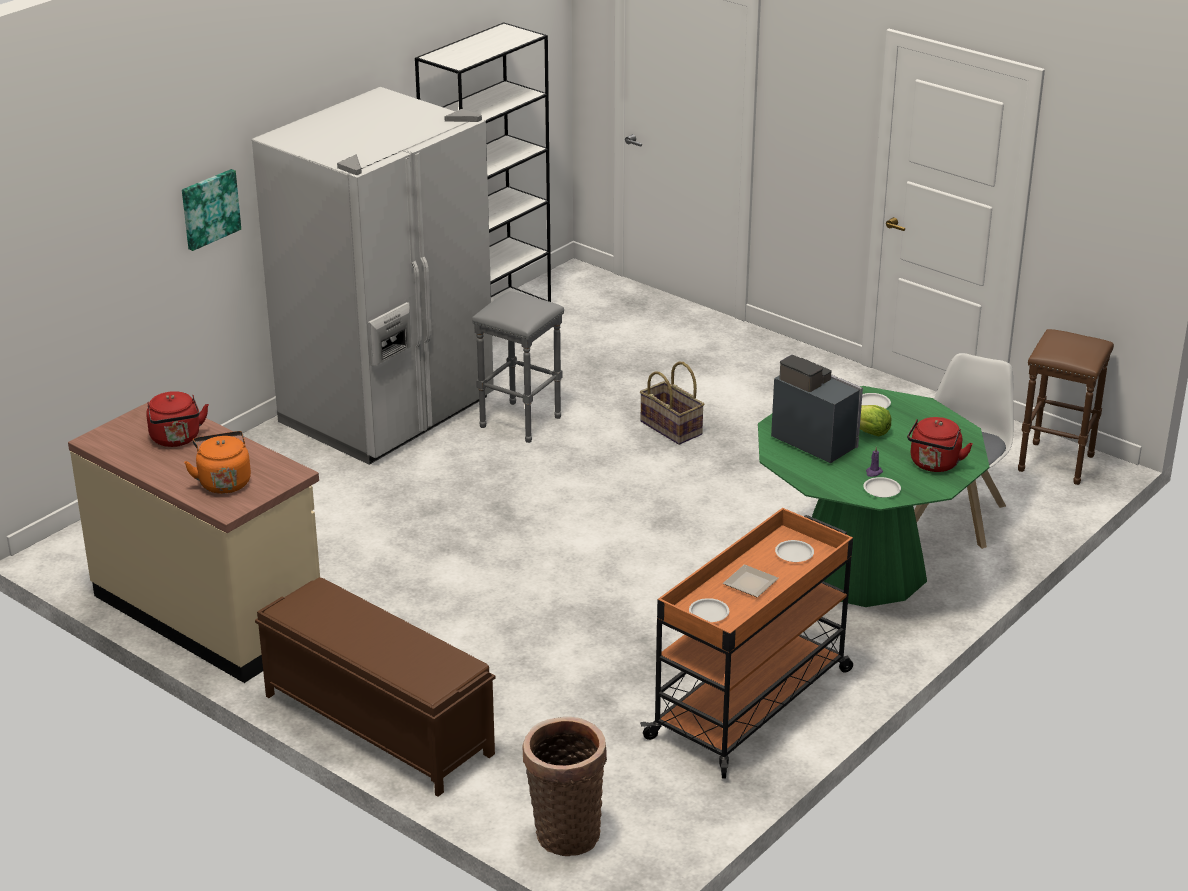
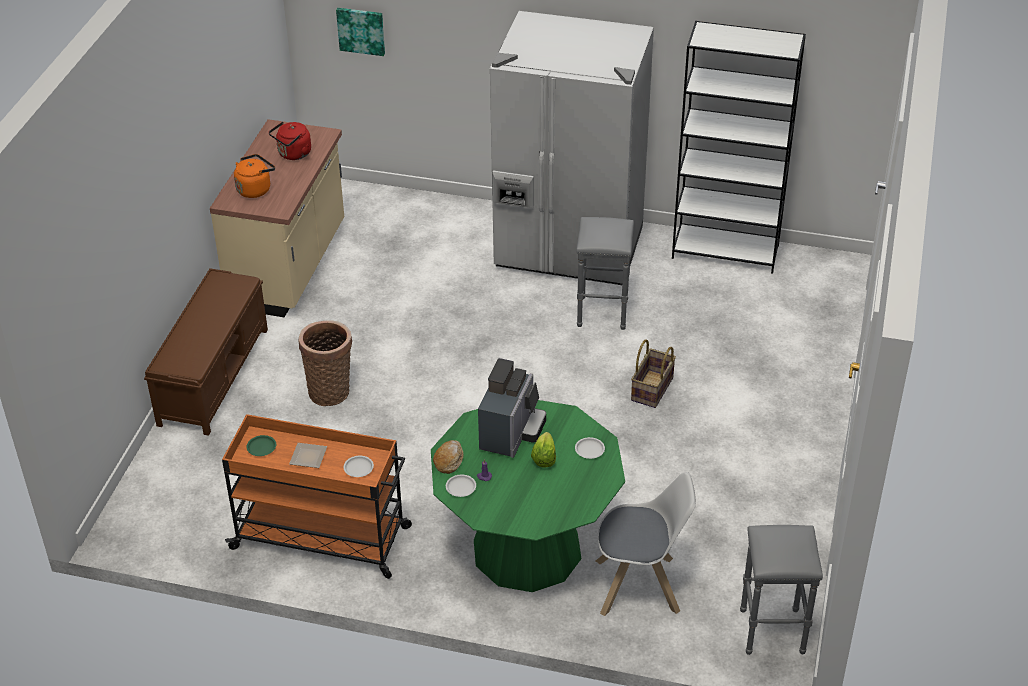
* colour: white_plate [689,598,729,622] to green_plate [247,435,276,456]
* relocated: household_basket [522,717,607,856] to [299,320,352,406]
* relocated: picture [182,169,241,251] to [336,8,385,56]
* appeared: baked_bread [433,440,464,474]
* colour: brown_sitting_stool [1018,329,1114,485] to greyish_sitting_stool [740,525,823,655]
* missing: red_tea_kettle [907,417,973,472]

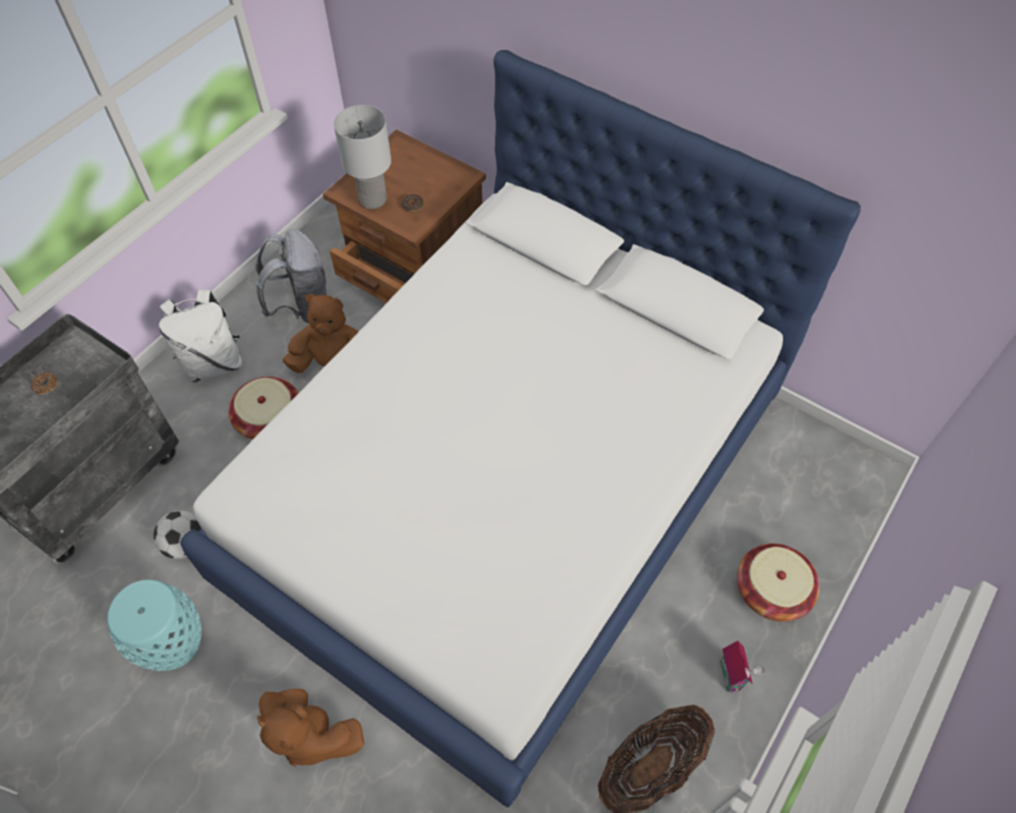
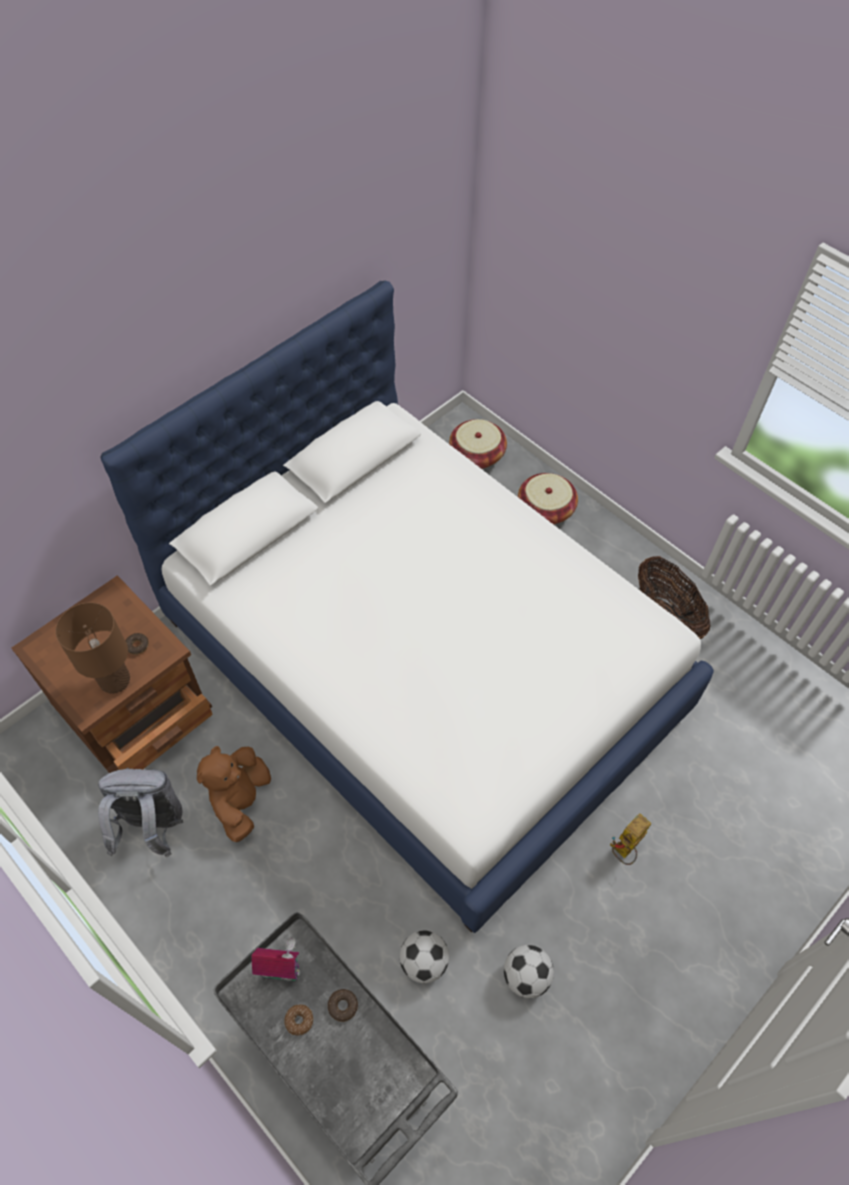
* colour: greyish_table_lamp [334,105,391,209] to brown_table_lamp [55,602,130,693]
* relocated: toy_house [721,641,765,693] to [251,937,300,981]
* appeared: donut [328,989,358,1022]
* relocated: household_basket [228,377,298,439] to [449,419,507,469]
* exchanged: blue-green_sitting_stool [107,580,202,671] to football [504,945,554,998]
* exchanged: brown_soft_toy [257,689,365,767] to model_robot [610,813,651,865]
* missing: white_rucksack [159,290,242,382]

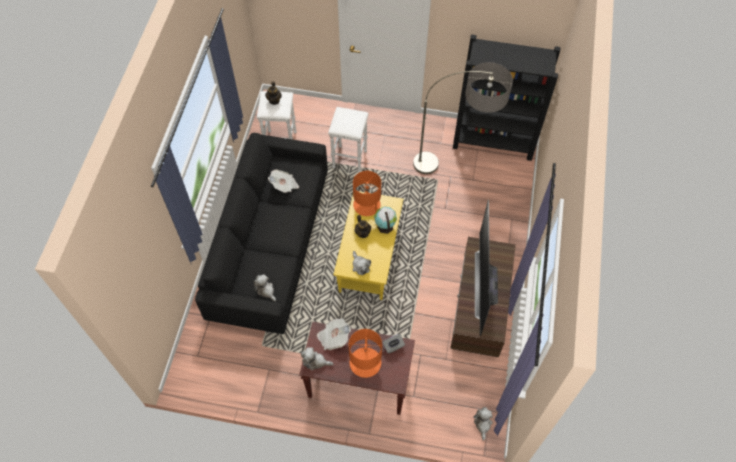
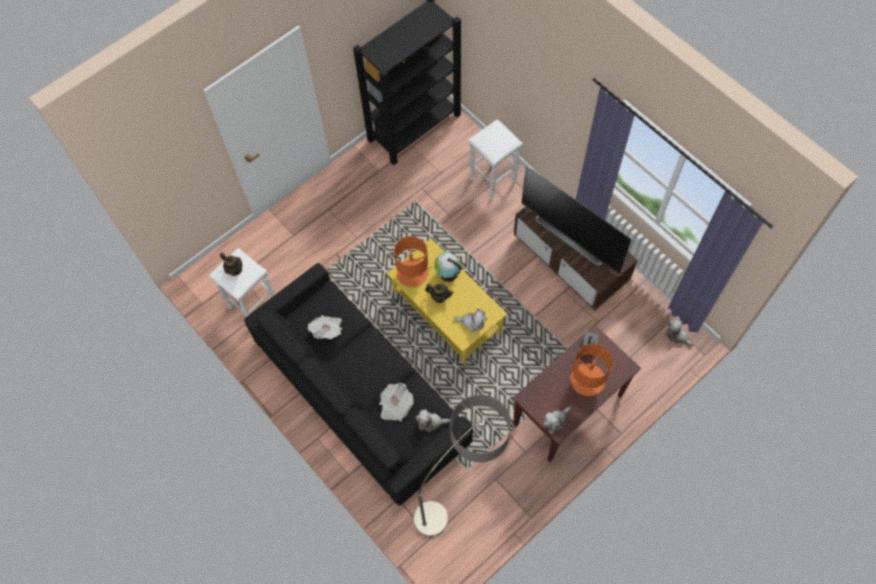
* relocated: printed_paper [317,318,351,350] to [379,383,413,421]
* relocated: floor_lamp [413,62,513,174] to [414,395,511,536]
* relocated: white_sitting_stool [328,107,369,173] to [468,119,523,200]

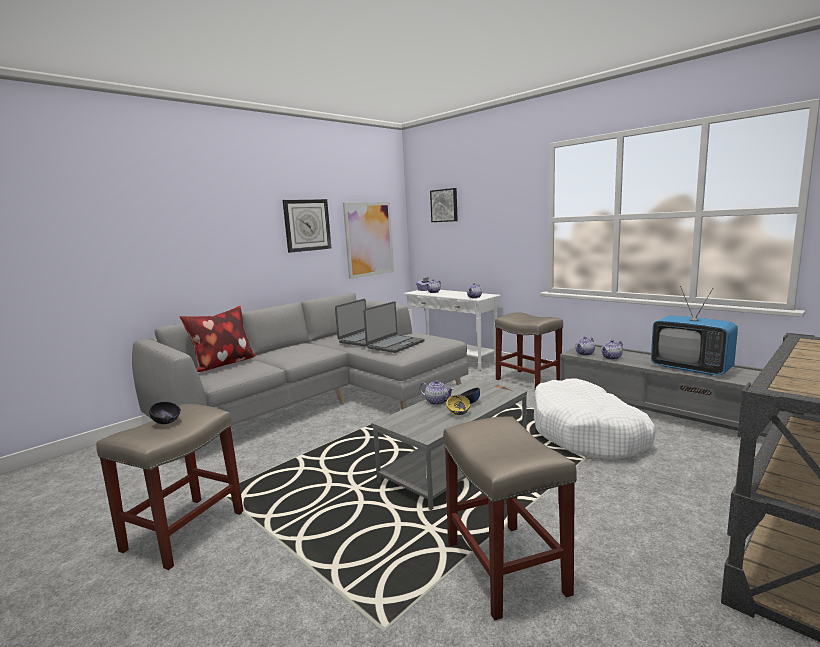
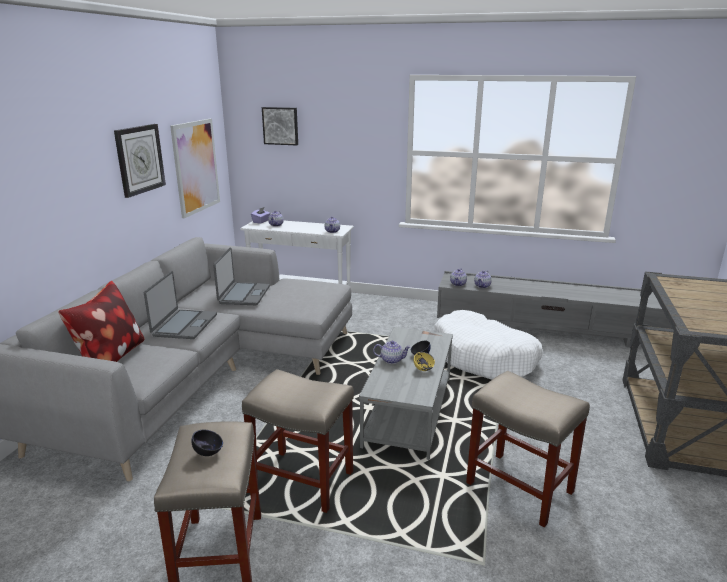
* relocated: portable_computer [363,301,425,353] to [144,271,217,339]
* relocated: sand-coloured_sitting_stool [495,312,563,389] to [242,369,354,513]
* missing: TV_set [651,286,738,376]

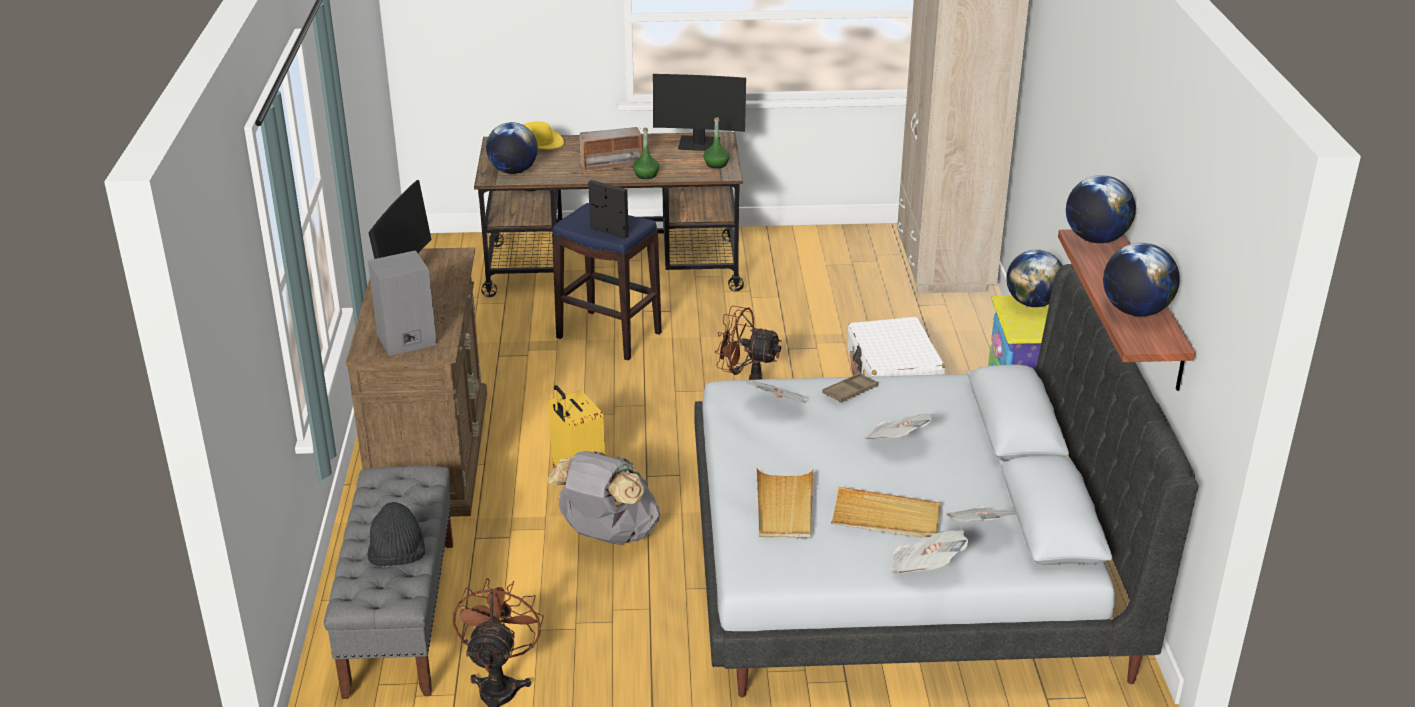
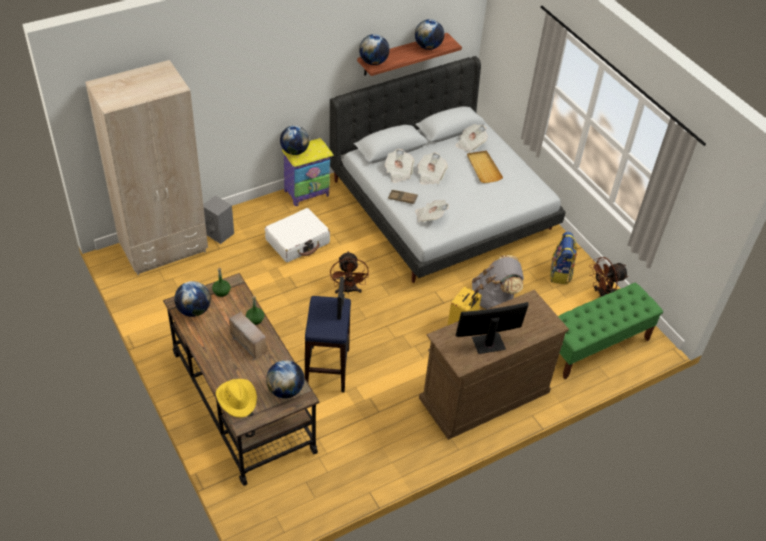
* exchanged: monitor [653,74,746,151] to desk_globe [174,281,211,317]
* relocated: greyish_speaker [368,250,437,356] to [203,195,234,244]
* relocated: printed_paper [892,530,968,573] to [384,149,414,183]
* appeared: rucksack [550,232,577,285]
* colour: greyish_long_seat [324,466,453,699] to green_long_seat [558,283,663,379]
* missing: black_clothing_hat [367,502,425,566]
* missing: sand-coloured_tray [757,468,813,538]

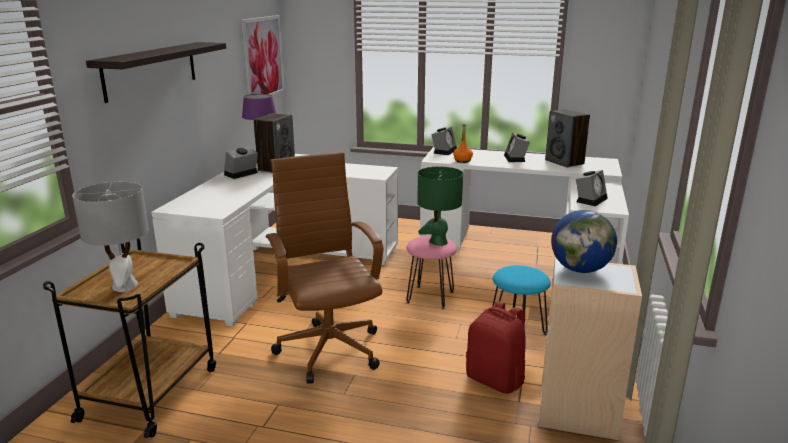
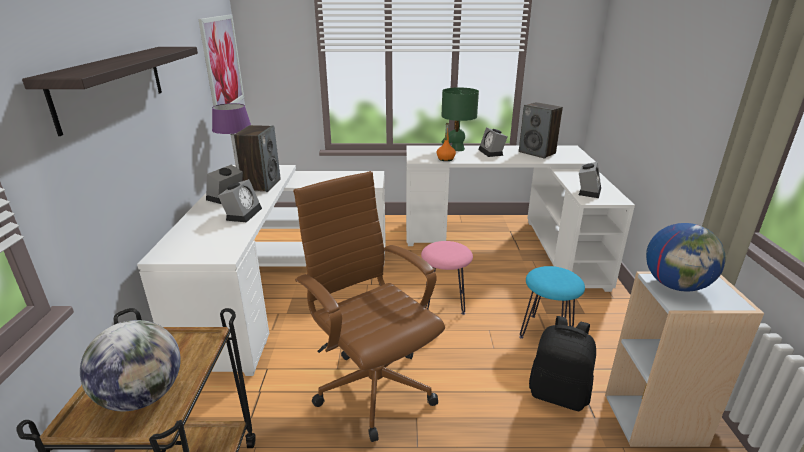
* exchanged: greyish_table_lamp [72,181,149,292] to desk_globe [80,320,181,411]
* relocated: alarm_clock [431,127,457,155] to [218,179,262,222]
* relocated: green_table_lamp [417,167,463,246] to [442,87,479,151]
* colour: red_rucksack [466,301,525,394] to black_rucksack [529,316,596,411]

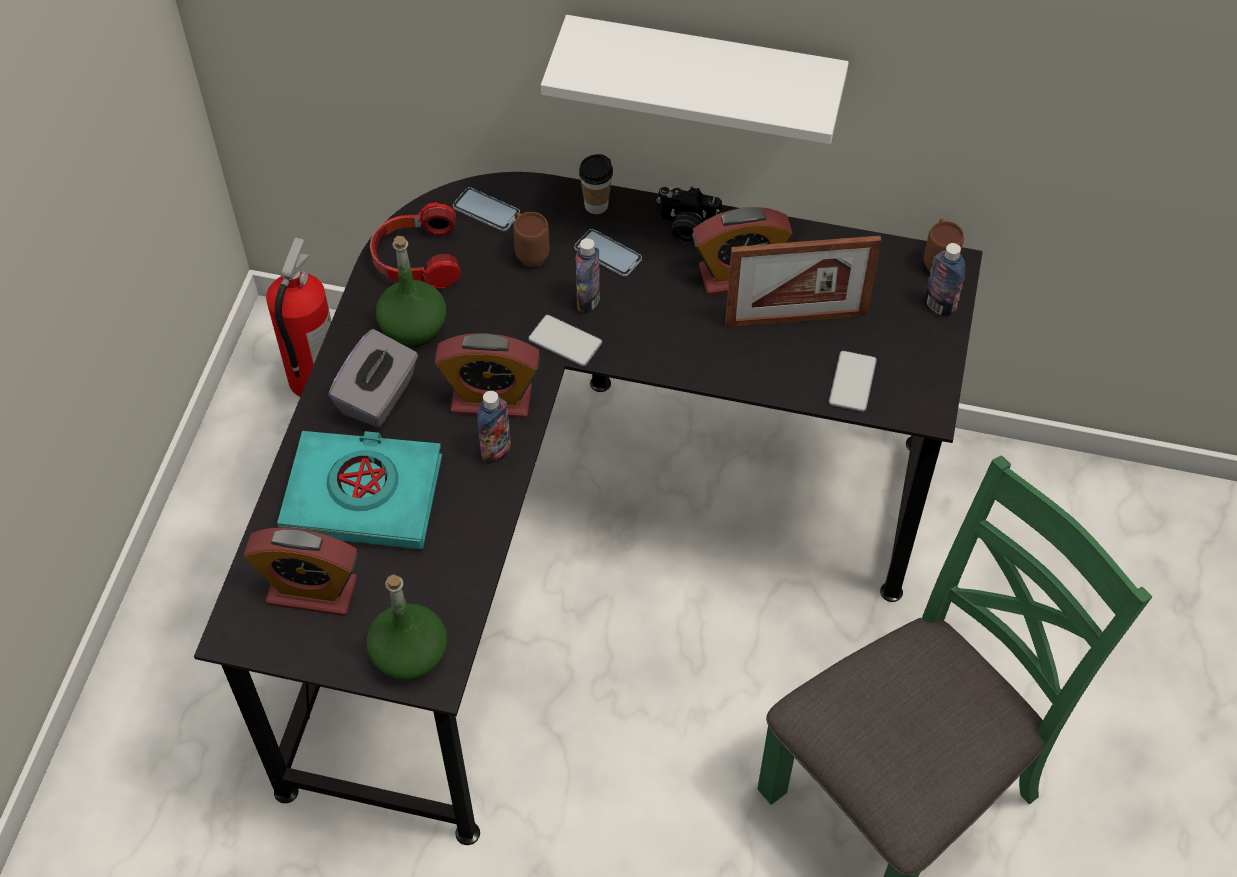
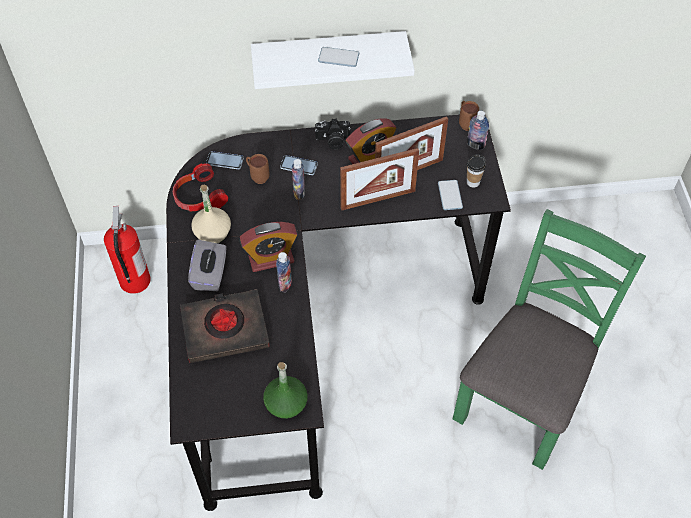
* colour: blue-green_book [277,431,442,549] to black_book [180,289,270,363]
* colour: green_drink_bottle [376,236,446,347] to sand-coloured_drink_bottle [191,185,231,243]
* relocated: handset [528,315,602,366] to [318,47,359,67]
* appeared: photo_frame [340,148,419,210]
* relocated: drinking_cup [579,154,613,214] to [467,154,486,188]
* missing: alarm_clock [244,528,358,616]

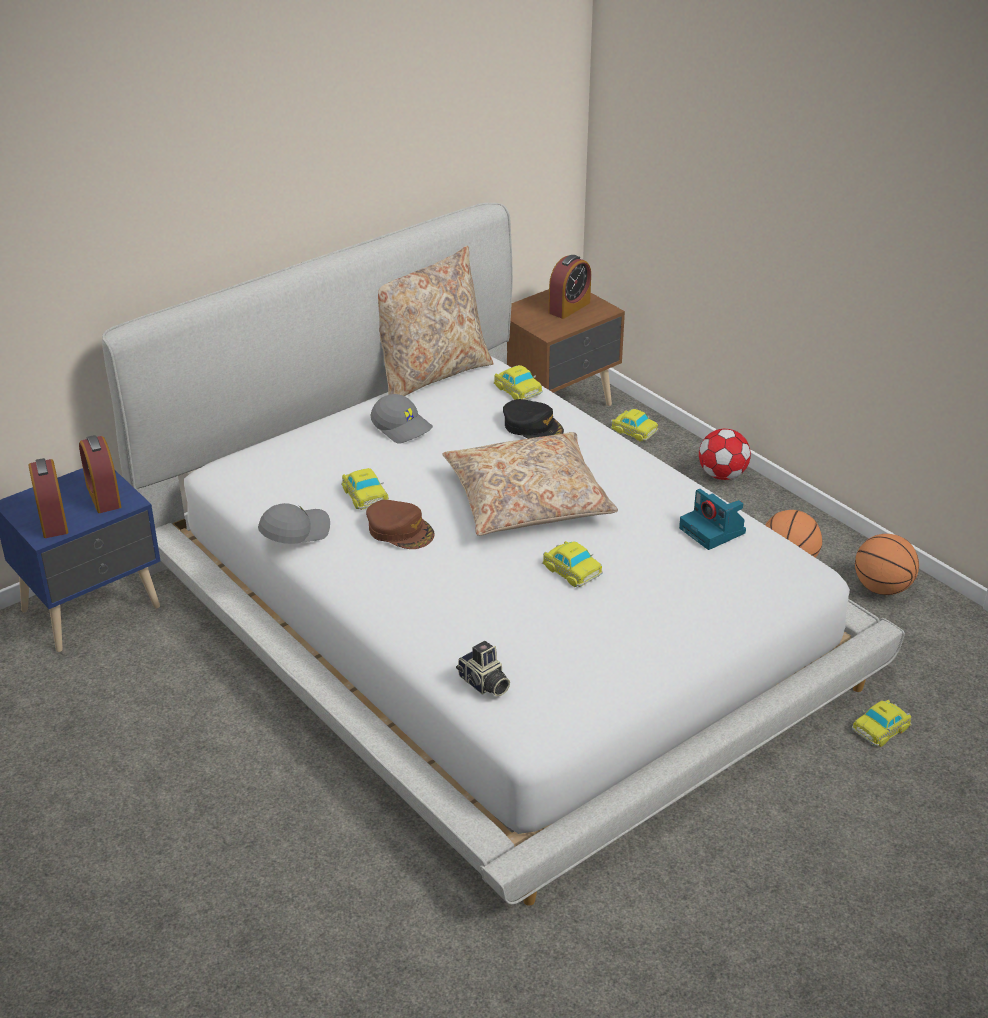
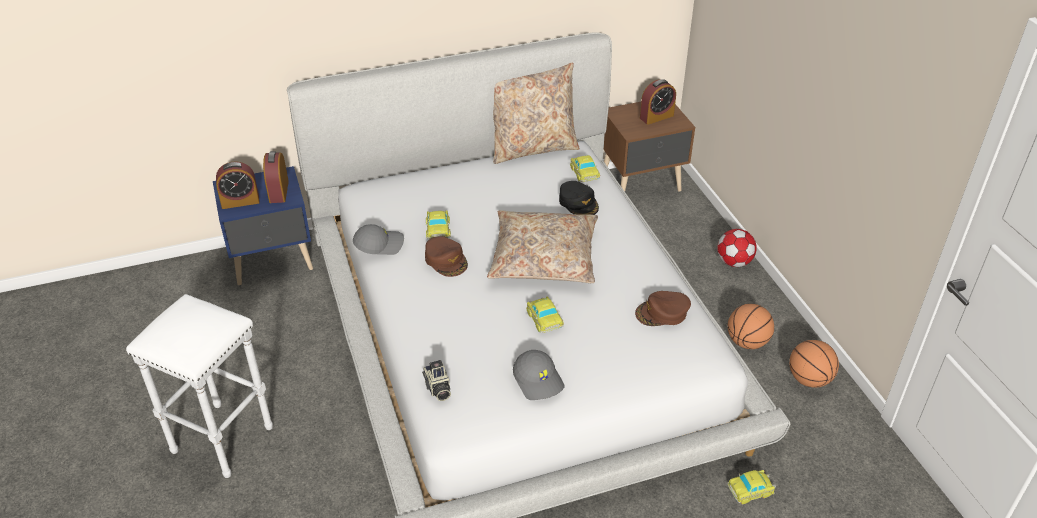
* appeared: white_sitting_stool [126,294,273,478]
* spun: alarm_clock [28,458,69,538] = [216,162,260,209] 105 degrees counterclockwise
* relocated: greyish_peaked_cap [370,394,433,444] to [513,350,565,400]
* exchanged: photo_camera [679,489,746,550] to brown_peaked_cap [635,291,691,326]
* missing: model_car [611,409,658,442]

